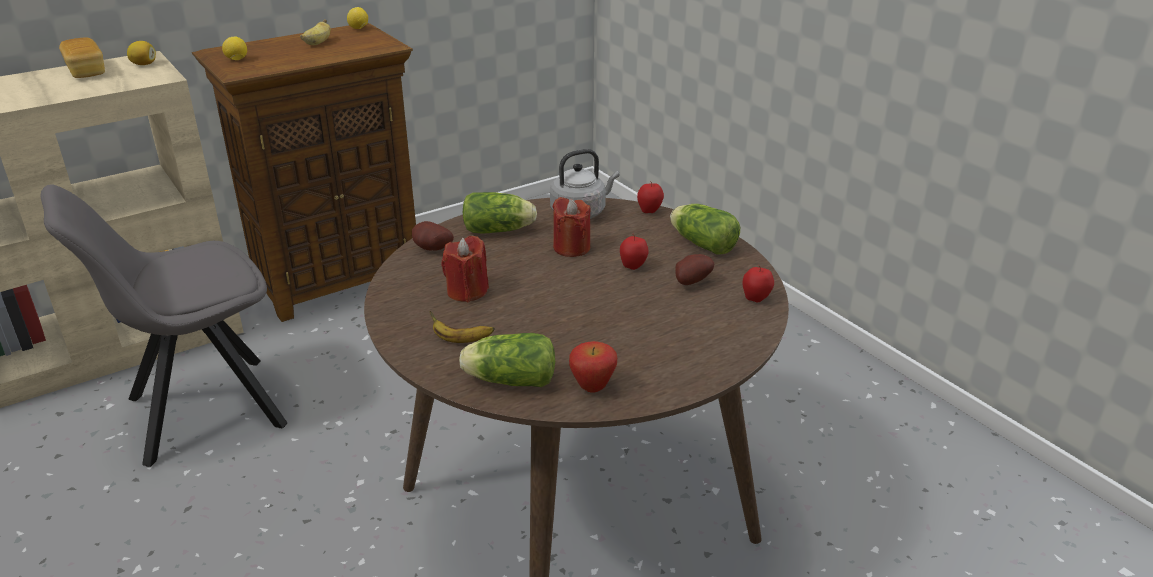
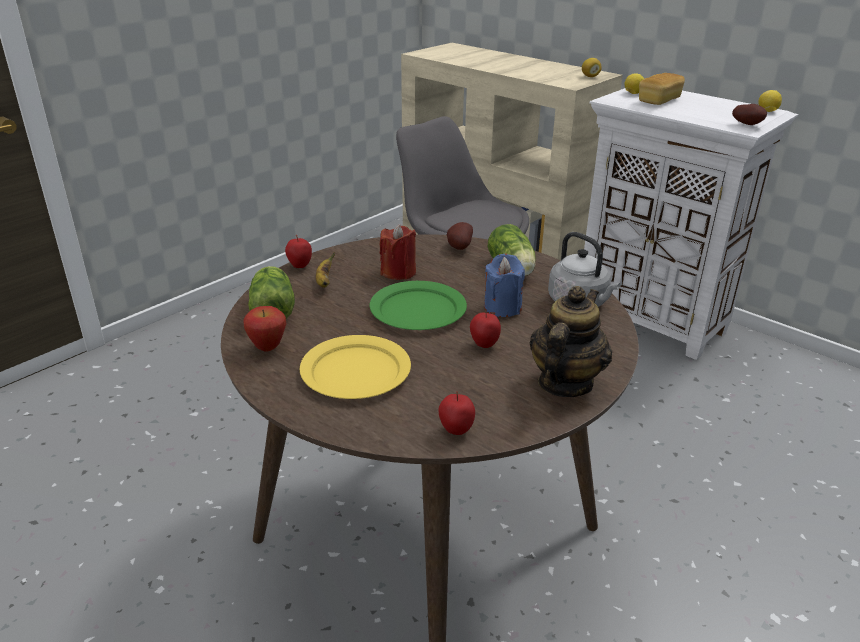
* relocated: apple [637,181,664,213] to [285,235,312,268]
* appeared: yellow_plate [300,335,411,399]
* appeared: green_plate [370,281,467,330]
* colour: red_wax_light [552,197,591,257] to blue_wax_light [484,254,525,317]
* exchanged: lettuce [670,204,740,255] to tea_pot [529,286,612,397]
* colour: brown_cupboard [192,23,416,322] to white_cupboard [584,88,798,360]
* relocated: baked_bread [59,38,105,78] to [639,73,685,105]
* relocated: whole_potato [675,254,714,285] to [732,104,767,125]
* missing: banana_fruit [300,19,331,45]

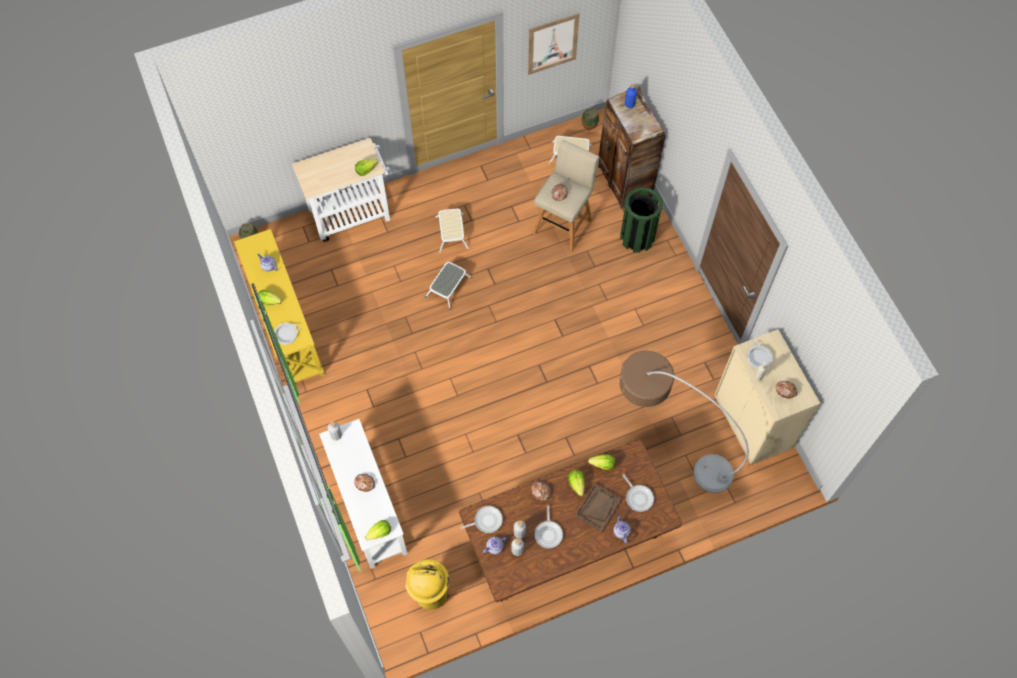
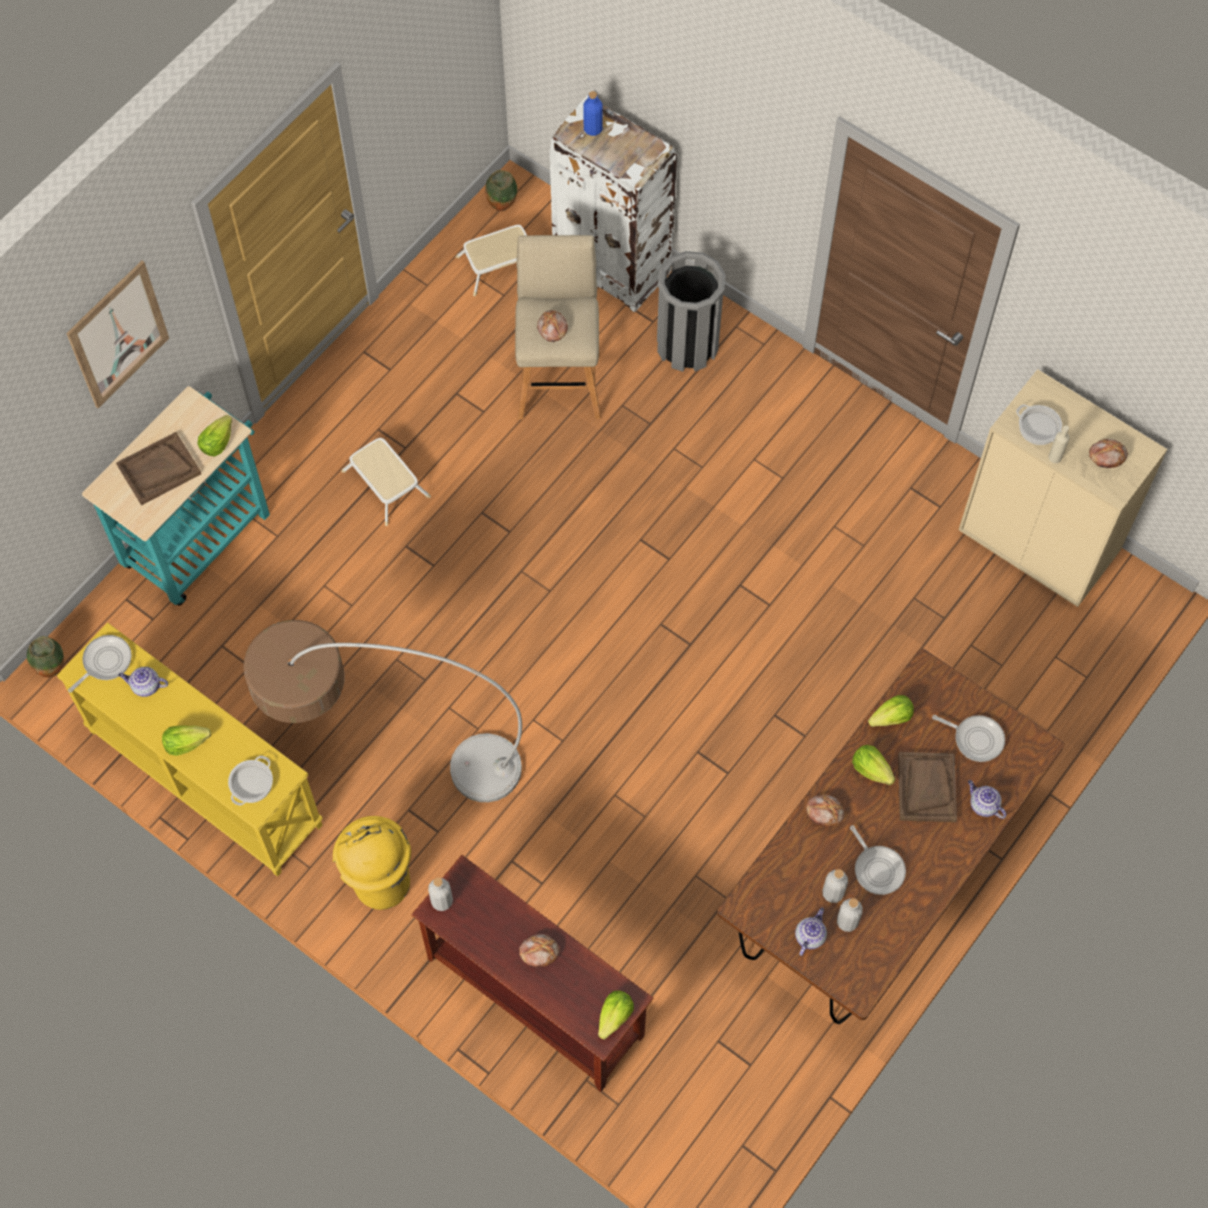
* relocated: picture [528,13,579,75] to [66,261,169,409]
* relocated: pan [460,506,503,533] to [68,635,132,693]
* colour: white_trolley [292,138,390,242] to blue-green_trolley [82,386,270,606]
* appeared: brown_tray [116,432,201,506]
* relocated: floor_lamp [619,351,749,493] to [243,620,522,802]
* relocated: yellow_rubbish_bin [405,559,449,610] to [333,816,411,910]
* colour: white_narrow_table [319,419,408,569] to brown_narrow_table [411,855,653,1092]
* colour: brown_cupboard [598,87,665,209] to white_cupboard [550,94,677,312]
* colour: green_rubbish_bin [620,187,663,253] to greyish_rubbish_bin [657,251,726,372]
* missing: greyish_step_ladder [425,262,472,310]

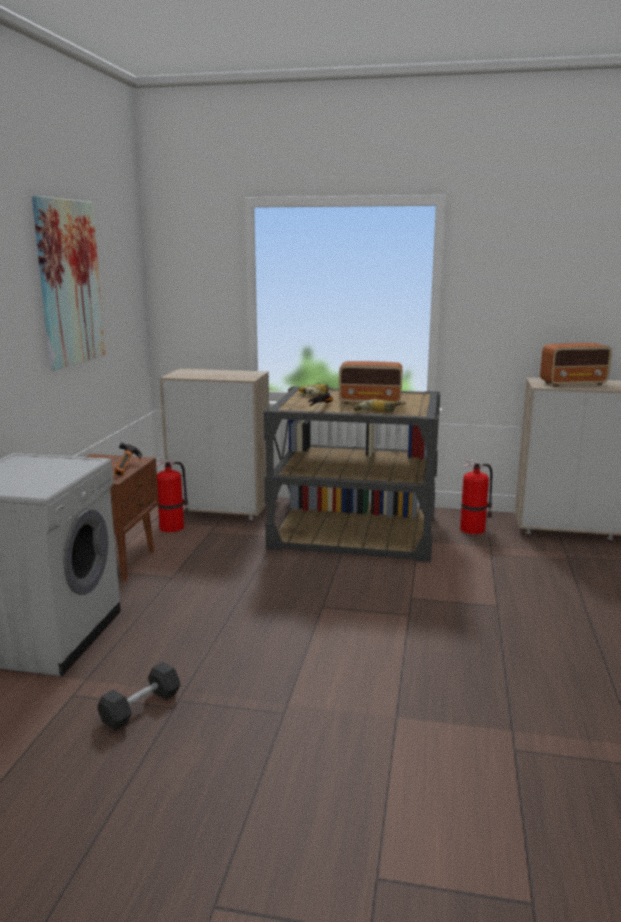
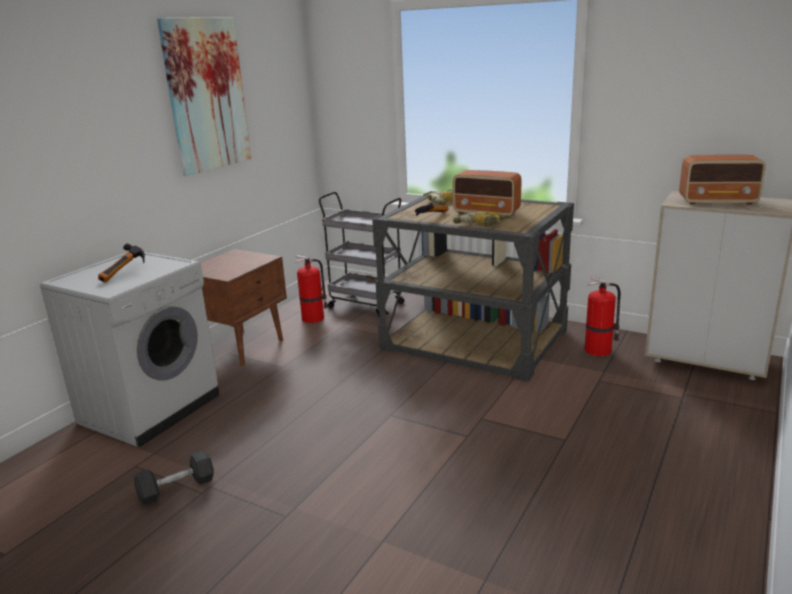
* relocated: hand_hammer [115,442,142,476] to [98,243,145,283]
* exchanged: sand-coloured_cupboard [160,369,269,520] to greyish_trolley [319,192,405,317]

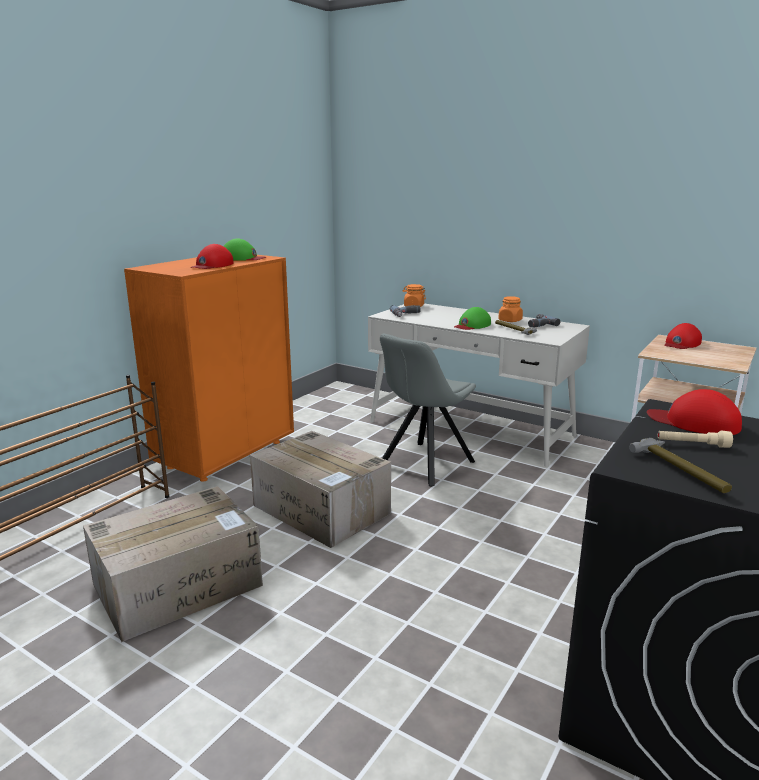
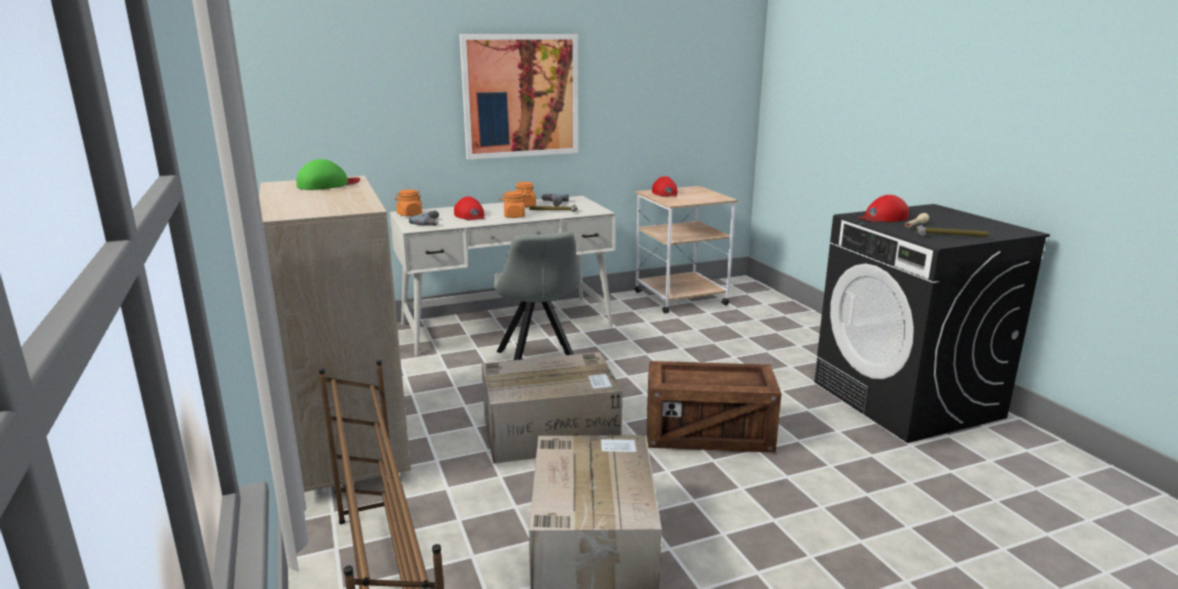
* colour: orange-coloured_cupboard [124,255,294,482] to sand-coloured_cupboard [259,176,411,495]
* relocated: red_peaked_cap [191,244,234,269] to [454,197,485,220]
* appeared: picture [459,34,578,160]
* exchanged: green_peaked_cap [454,307,491,330] to orange-coloured_storage_jar [500,191,528,218]
* appeared: shipping_crate [647,361,781,453]

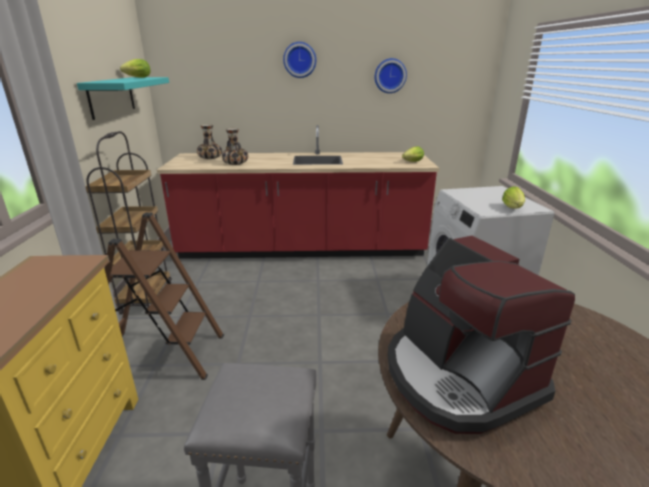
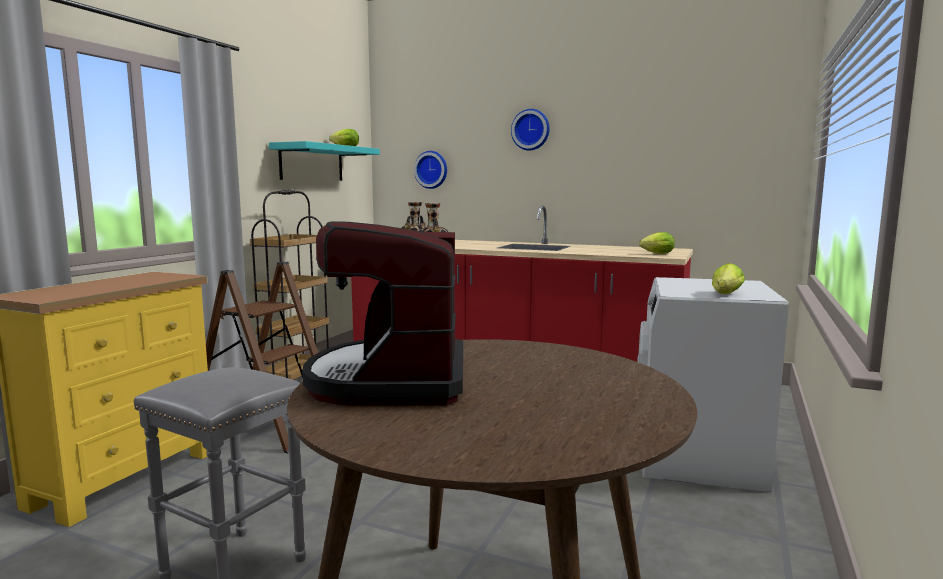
* relocated: wall_clock [375,58,407,93] to [414,151,447,189]

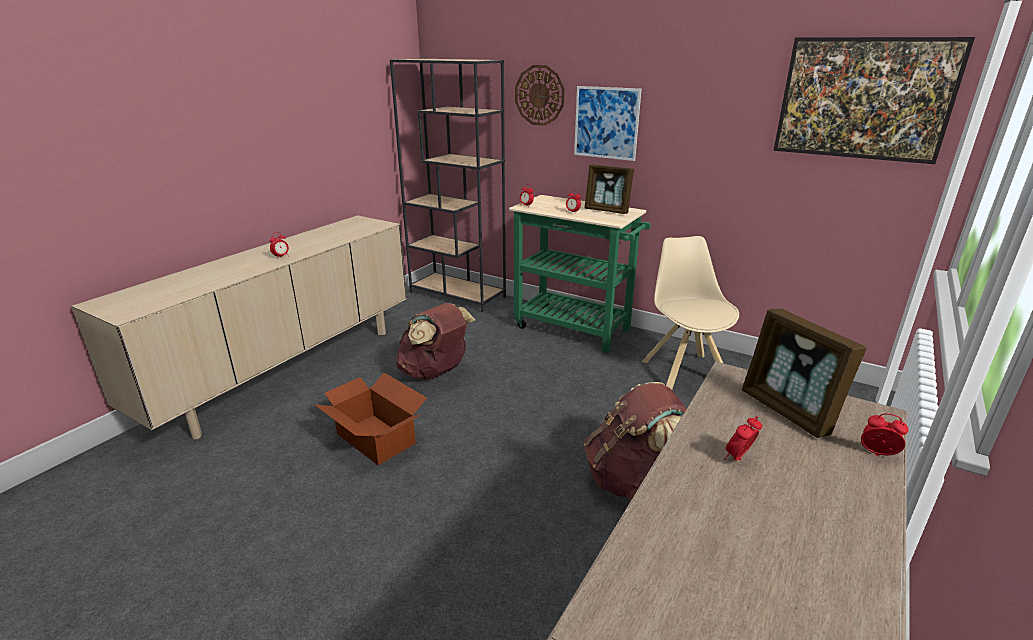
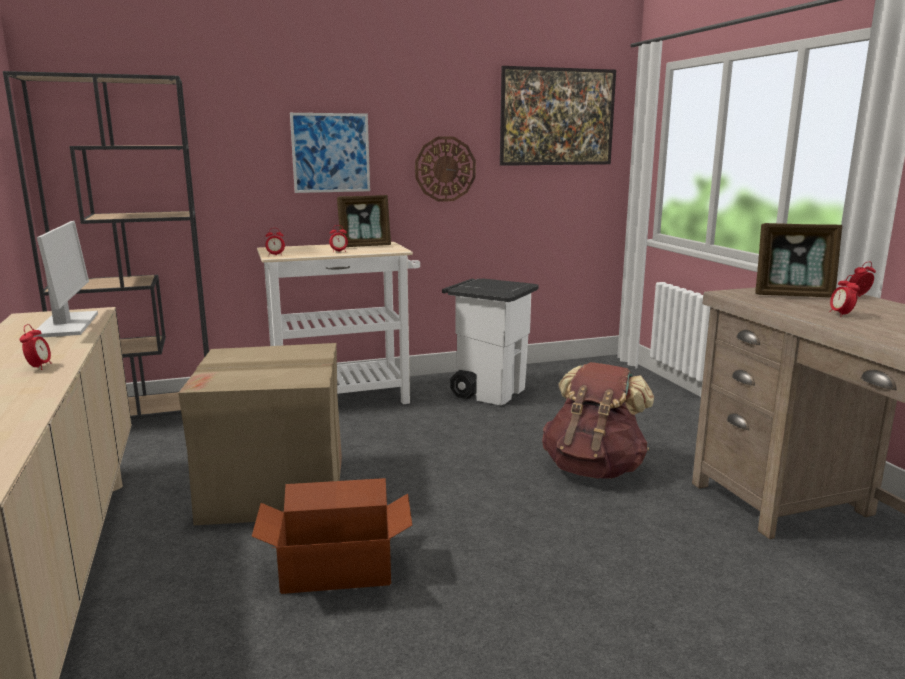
* appeared: monitor [33,221,98,338]
* exchanged: brown_rucksack [396,303,475,380] to cardboard_box [178,343,342,525]
* colour: green_trolley [509,195,651,353] to white_trolley [257,242,420,404]
* relocated: wall_clock [515,65,565,126] to [415,137,476,202]
* exchanged: sand-coloured_plain_chair [642,236,739,390] to white_rubbish_bin [442,279,539,405]

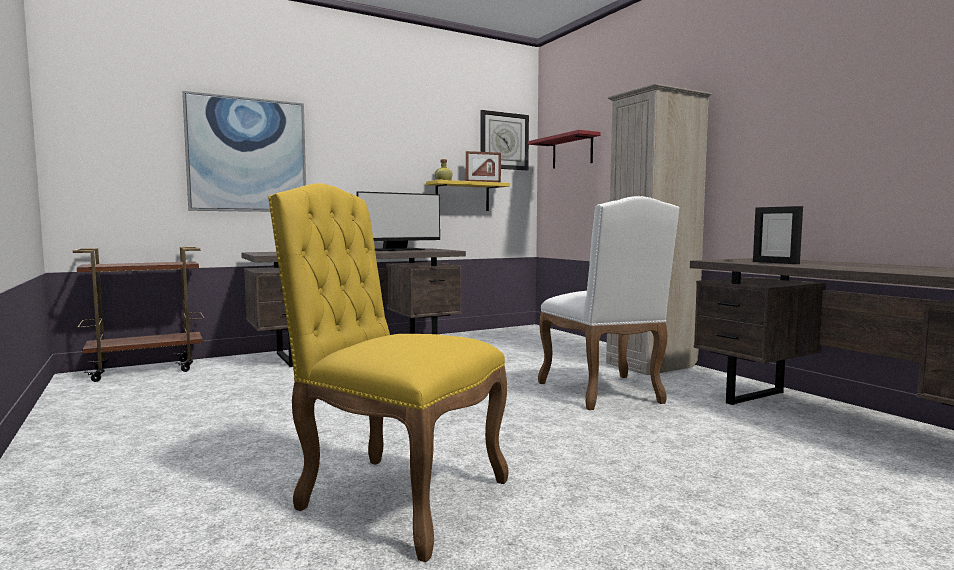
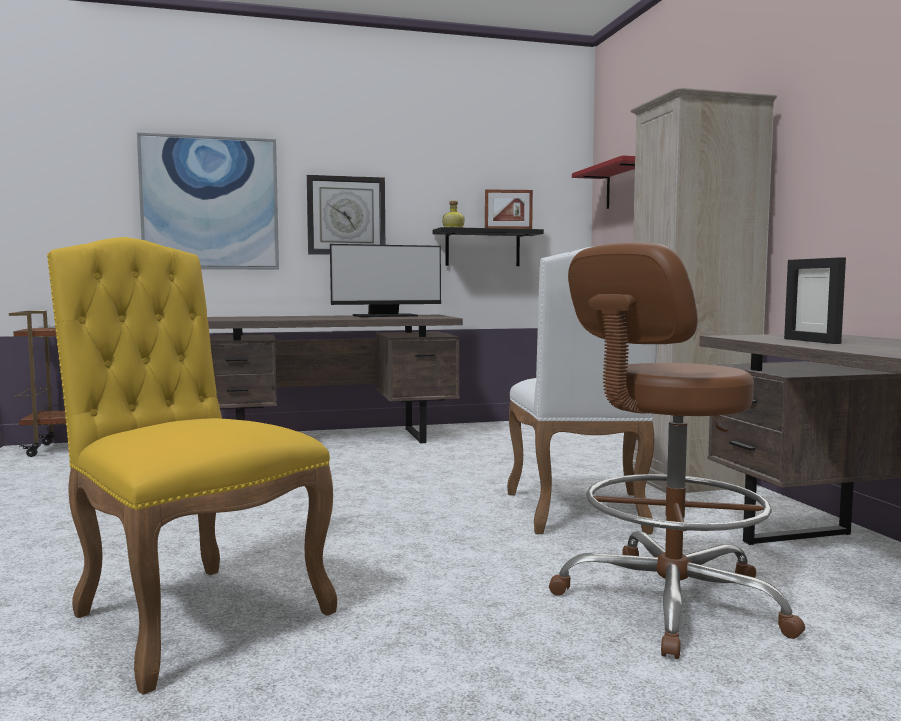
* relocated: wall_clock [480,110,529,170] to [307,175,385,255]
* colour: yellow_bracket_shelf [426,180,510,211] to black_bracket_shelf [433,227,544,266]
* appeared: brown_sitting_stool [549,243,805,659]

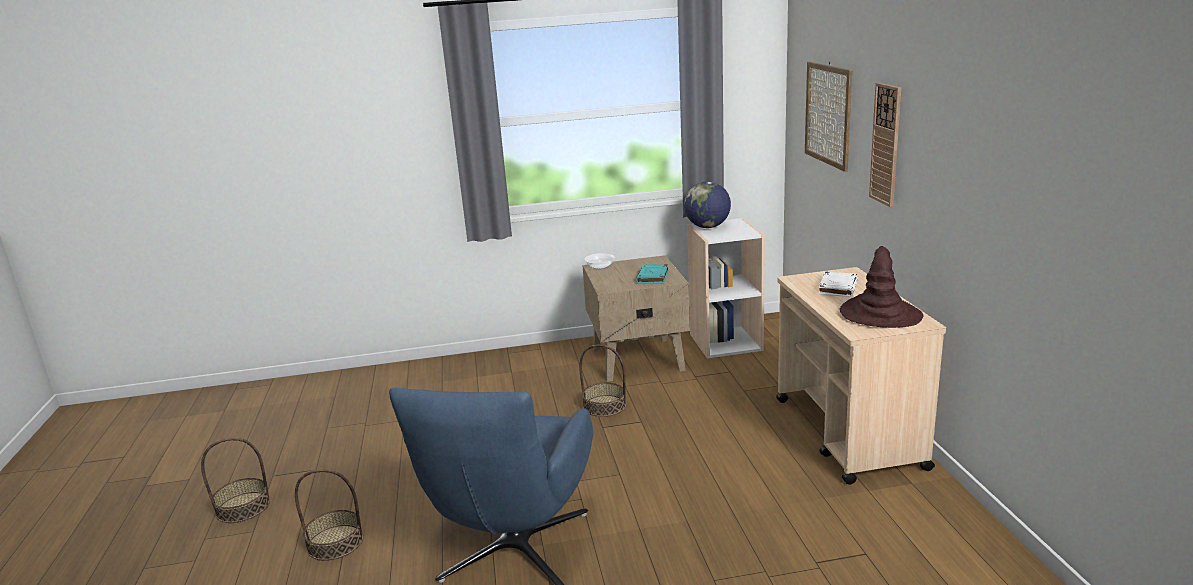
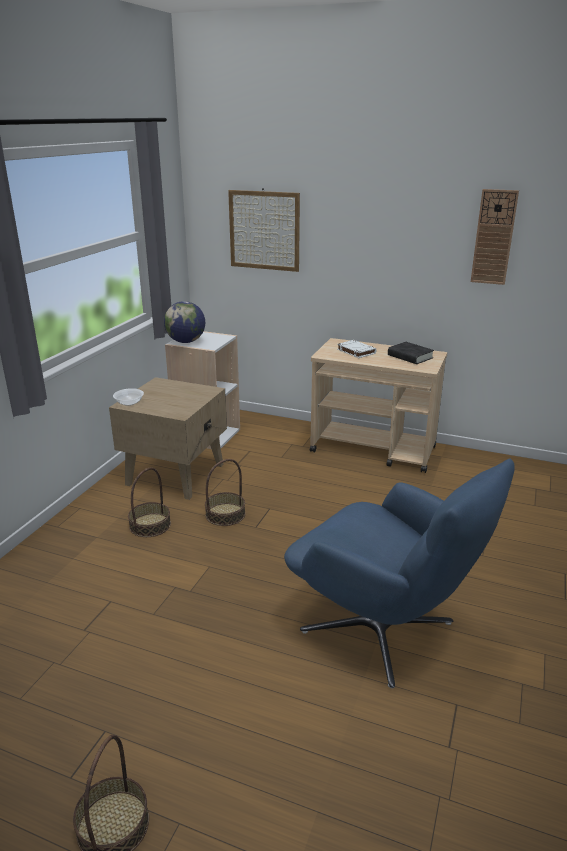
* relocated: household_basket [295,469,364,561] to [128,467,171,537]
* exchanged: brown_clothing_hat [839,246,923,328] to black_book [388,342,434,364]
* relocated: wall_clock [869,83,901,207] to [471,189,519,285]
* missing: blue-green_book [636,264,668,284]

